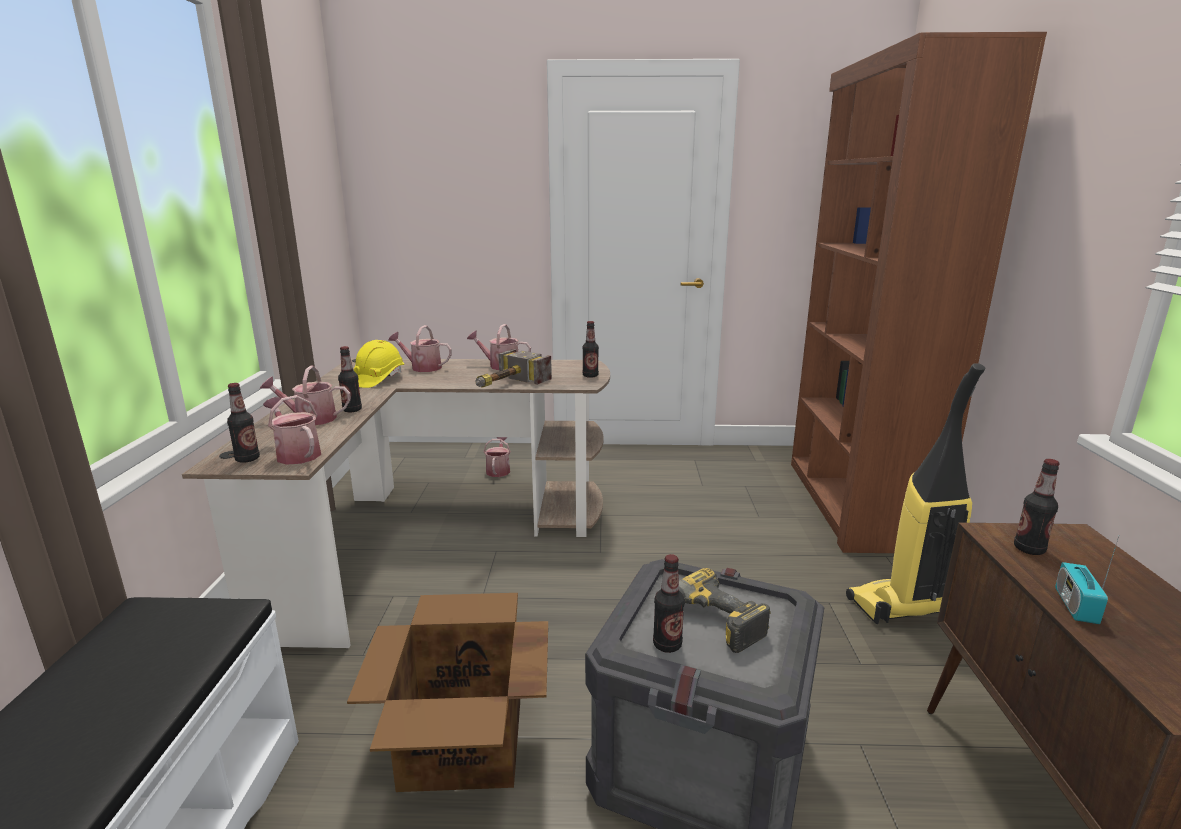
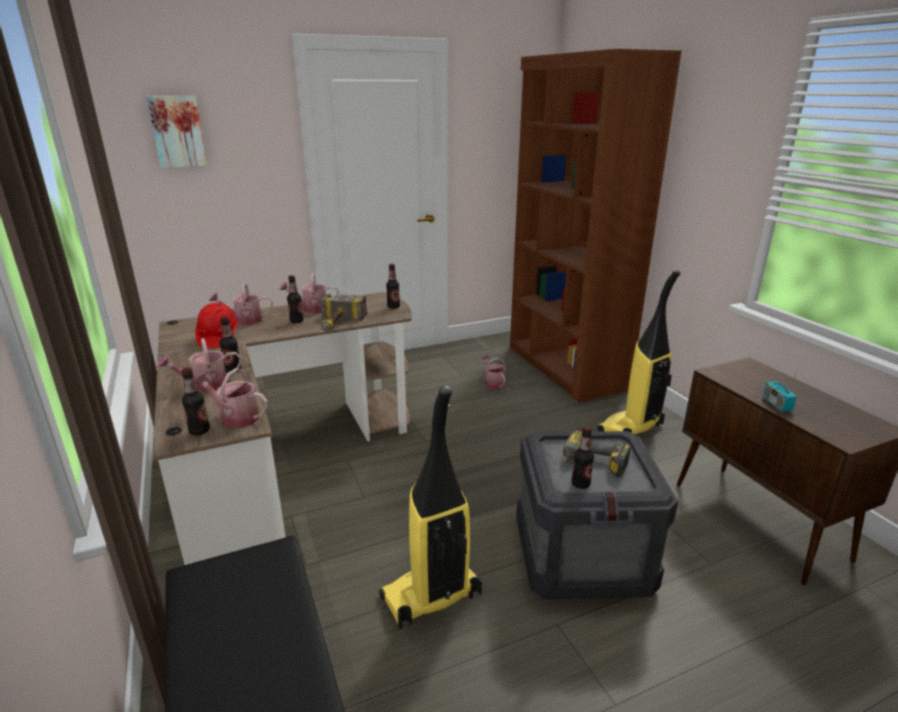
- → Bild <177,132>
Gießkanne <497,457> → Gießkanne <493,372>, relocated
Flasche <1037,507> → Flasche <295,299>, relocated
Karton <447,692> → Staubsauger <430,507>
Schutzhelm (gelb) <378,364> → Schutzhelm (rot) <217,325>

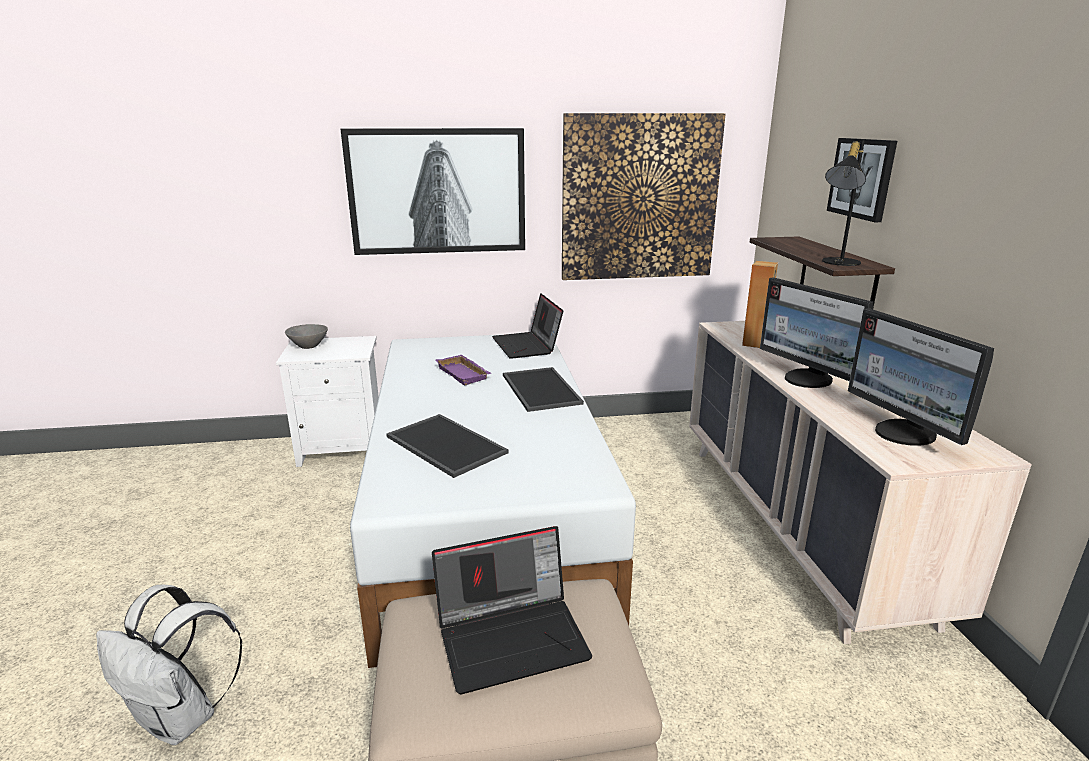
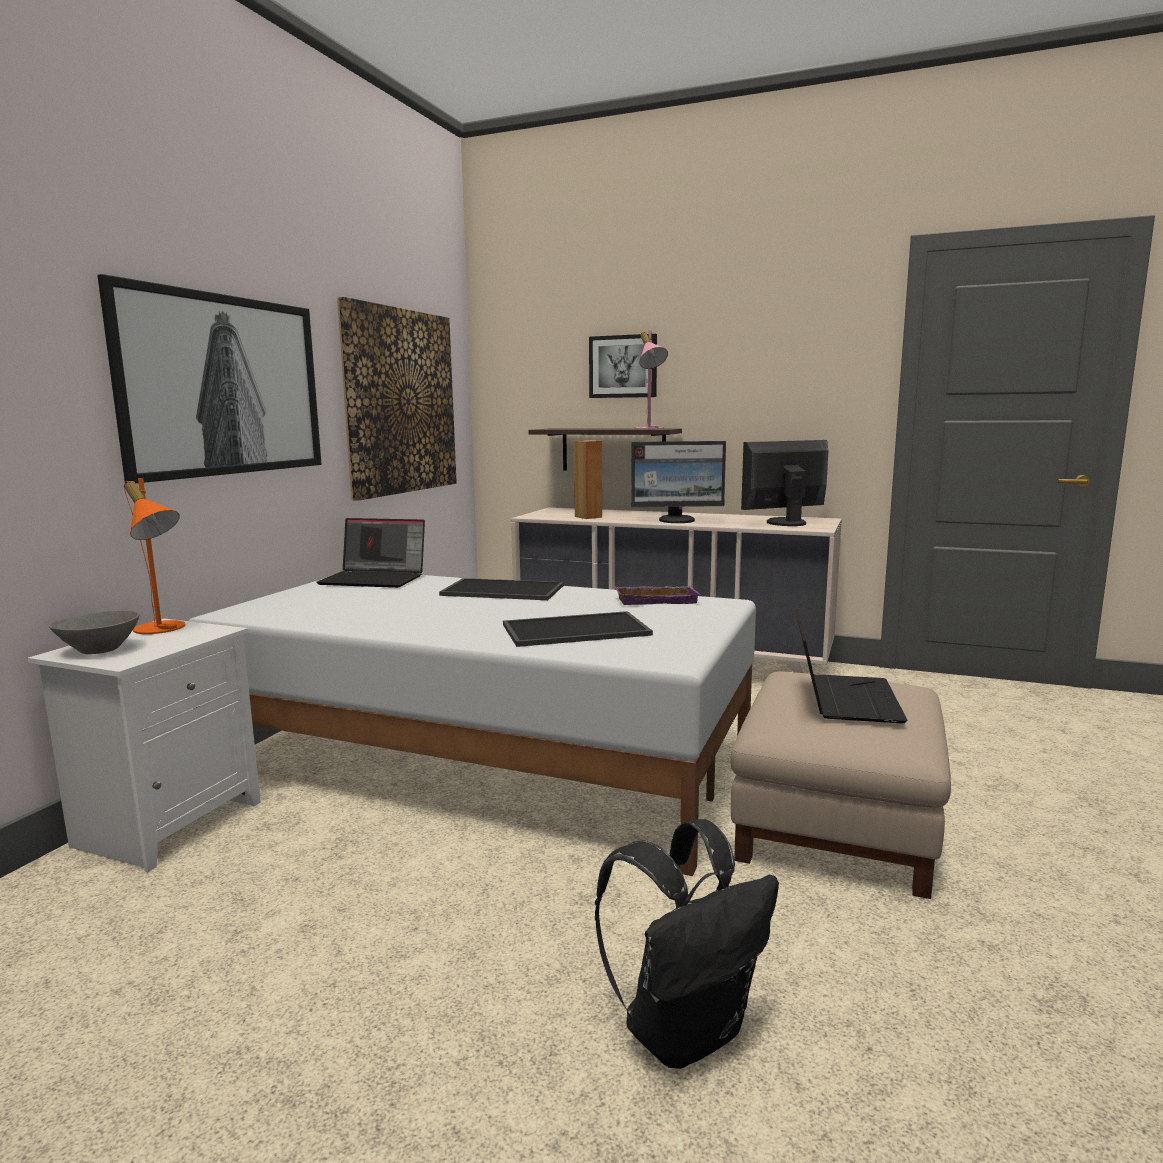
- → Tischlampe (orange) <155,556>
Tablett (lila) <464,370> → Tablett (lila) <657,595>, relocated
Rucksack (weiß) <169,665> → Rucksack (schwarz) <687,944>
Tischlampe (schwarz) <844,203> → Tischlampe (rosa) <651,379>
Monitor <921,377> → Monitor <784,483>, 150 degrees clockwise

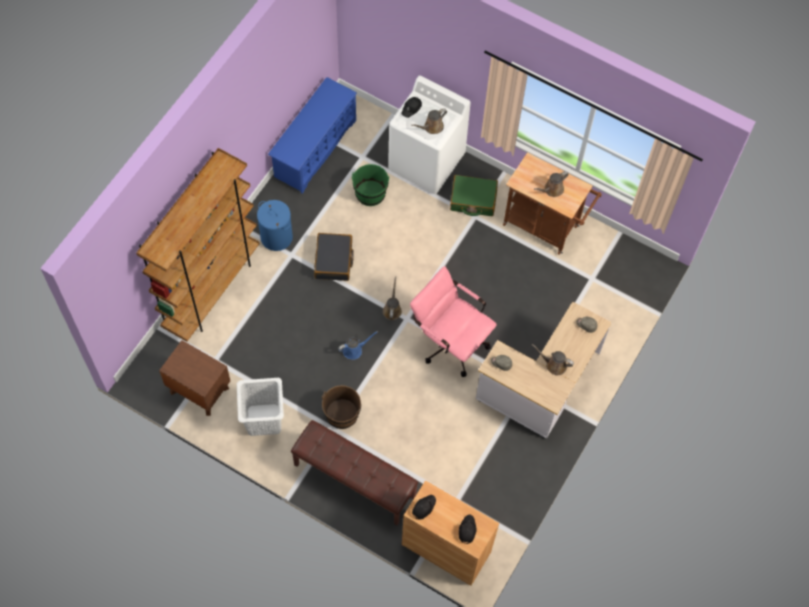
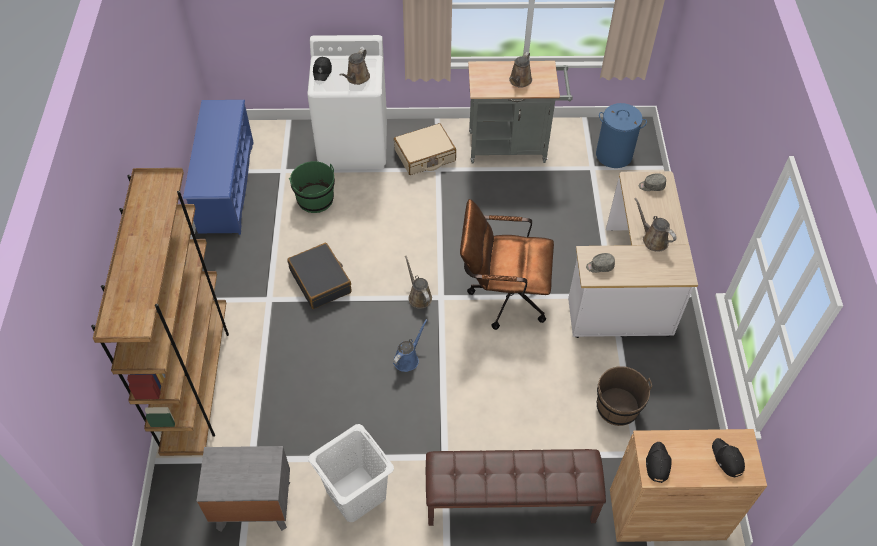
Wäschekorb (blau) <275,225> → Wäschekorb (blau) <621,135>, relocated
Eimer (braun) <341,407> → Eimer (braun) <624,396>, relocated
Nachttisch (braun) <194,378> → Nachttisch (grau) <244,489>
Bürostuhl (rosa) <453,321> → Bürostuhl (braun) <507,264>
Koffer (grün) <474,195> → Koffer (beige) <425,149>
Rollwagen (braun) <552,203> → Rollwagen (grau) <520,112>
Gießkanne (braun) <553,359> → Gießkanne (braun) <655,225>, 60 degrees clockwise

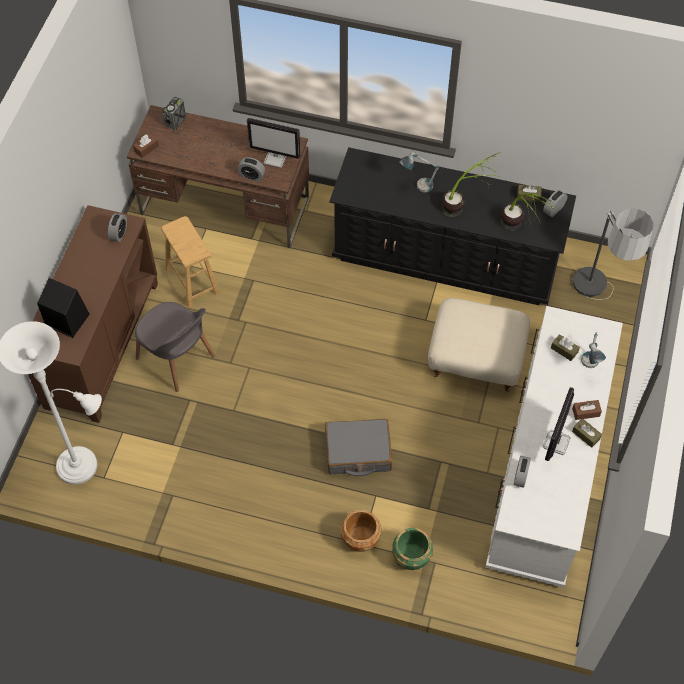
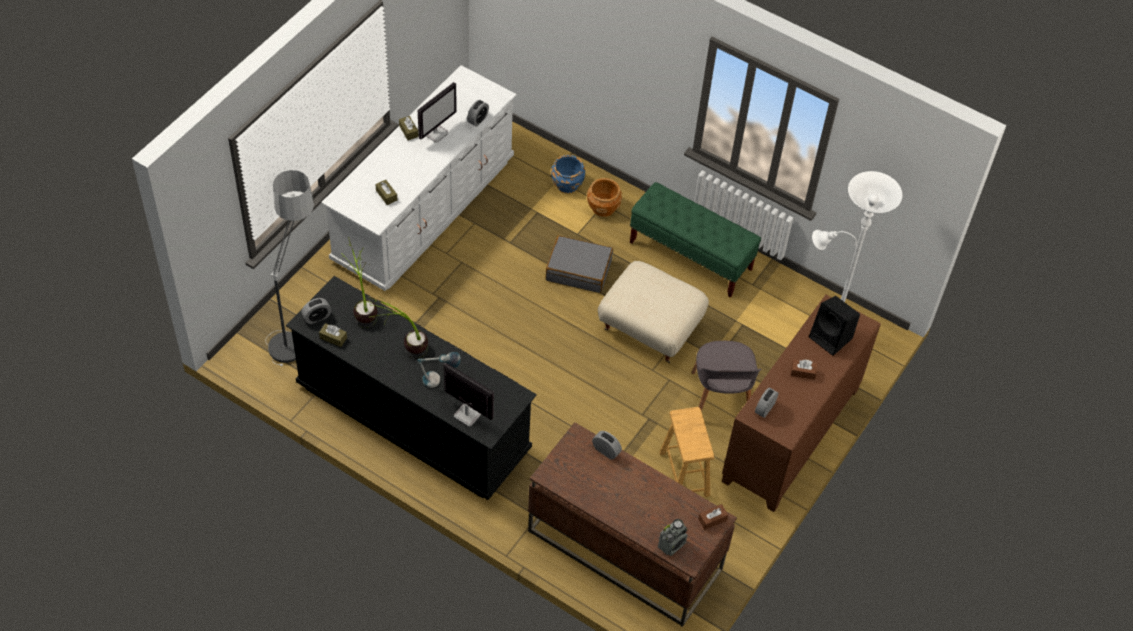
Tischlampe <593,350> → -
- → Bank (grün) <695,239>
Monitor <274,143> → Monitor <469,395>, relocated
Polsterhocker (beige) <479,345> → Polsterhocker (beige) <653,312>, relocated
Taschentuchbox (braun) <587,410> → Taschentuchbox (braun) <803,369>, relocated
Pflanzkübel (grün) <412,549> → Pflanzkübel (blau) <568,174>
Stuhl (grau) <175,347> → Stuhl (grau) <726,376>, 150 degrees counterclockwise

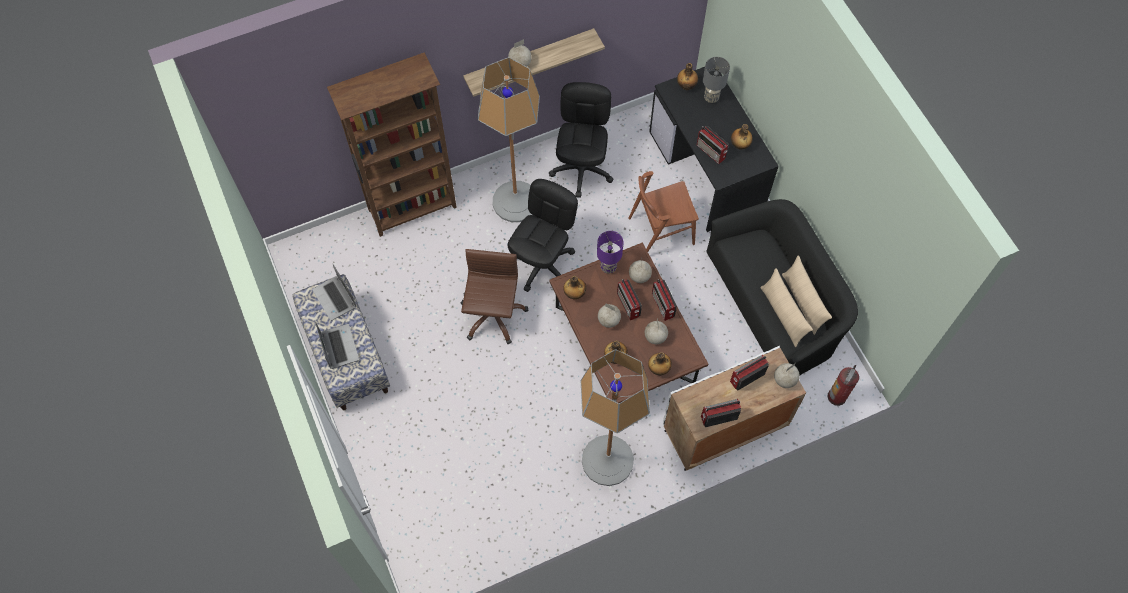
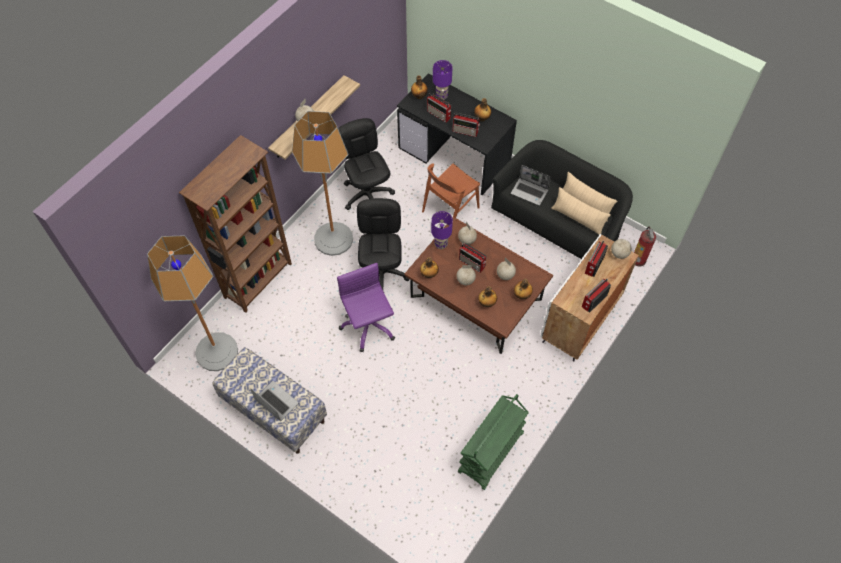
- → Rollwagen (grün) <493,442>
Laptop <334,292> → Laptop <531,185>, relocated
Stehlampe <615,417> → Stehlampe <192,303>, relocated
Radio <664,300> → Radio <439,107>, relocated
Bürostuhl (braun) <494,296> → Bürostuhl (lila) <366,307>
Tischlampe (grau) <716,80> → Tischlampe (lila) <442,80>

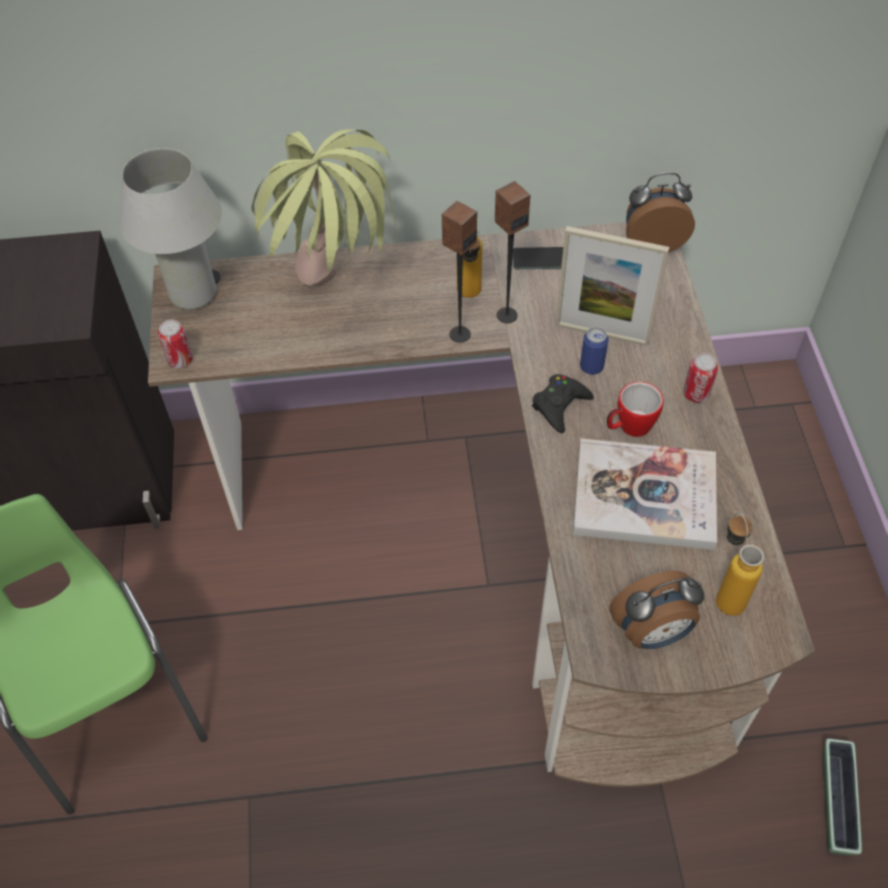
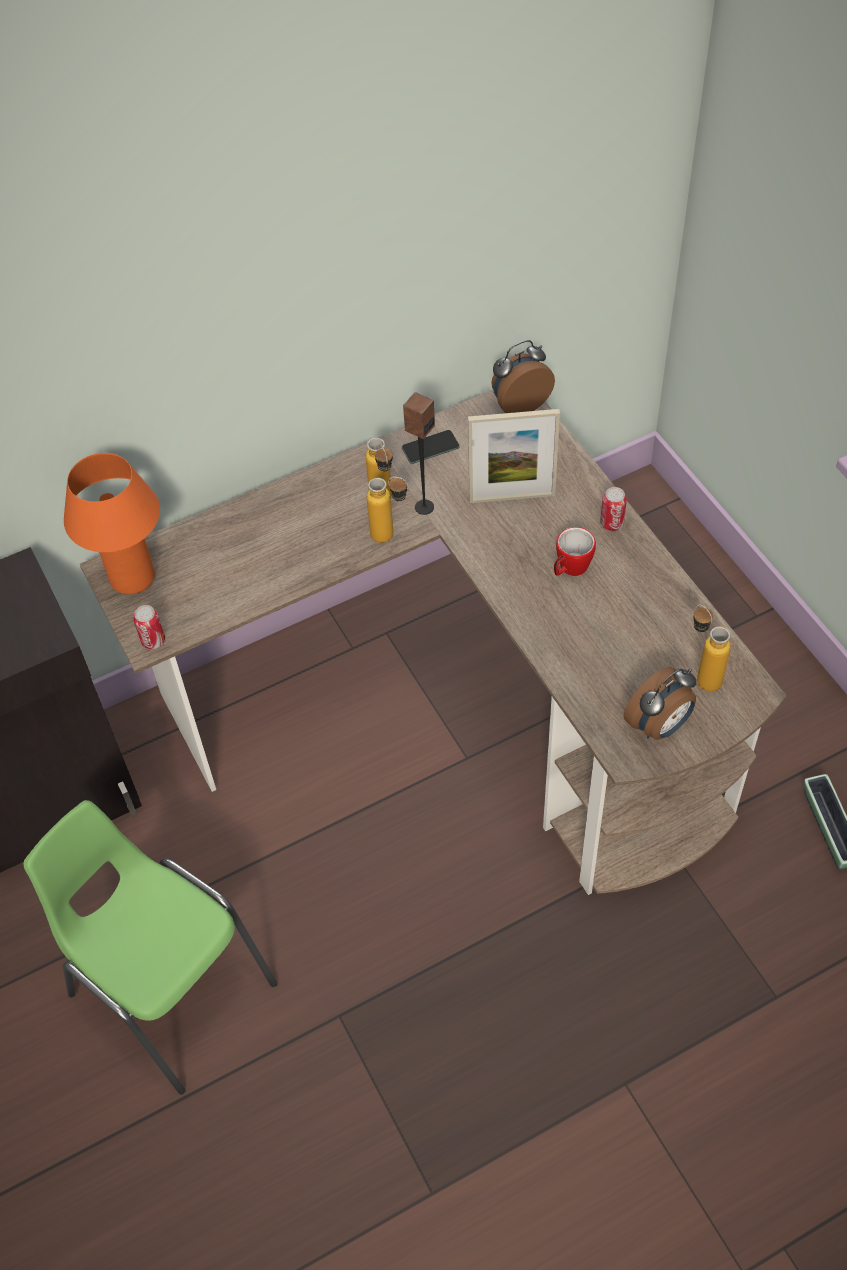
Topfpflanze <323,208> → -
Gamepad (schwarz) <563,403> → -
Buch <645,494> → -
Dose <594,351> → -
Lautsprecher <459,272> → Flasche <387,510>
Tischlampe (weiß) <170,229> → Tischlampe (orange) <112,524>

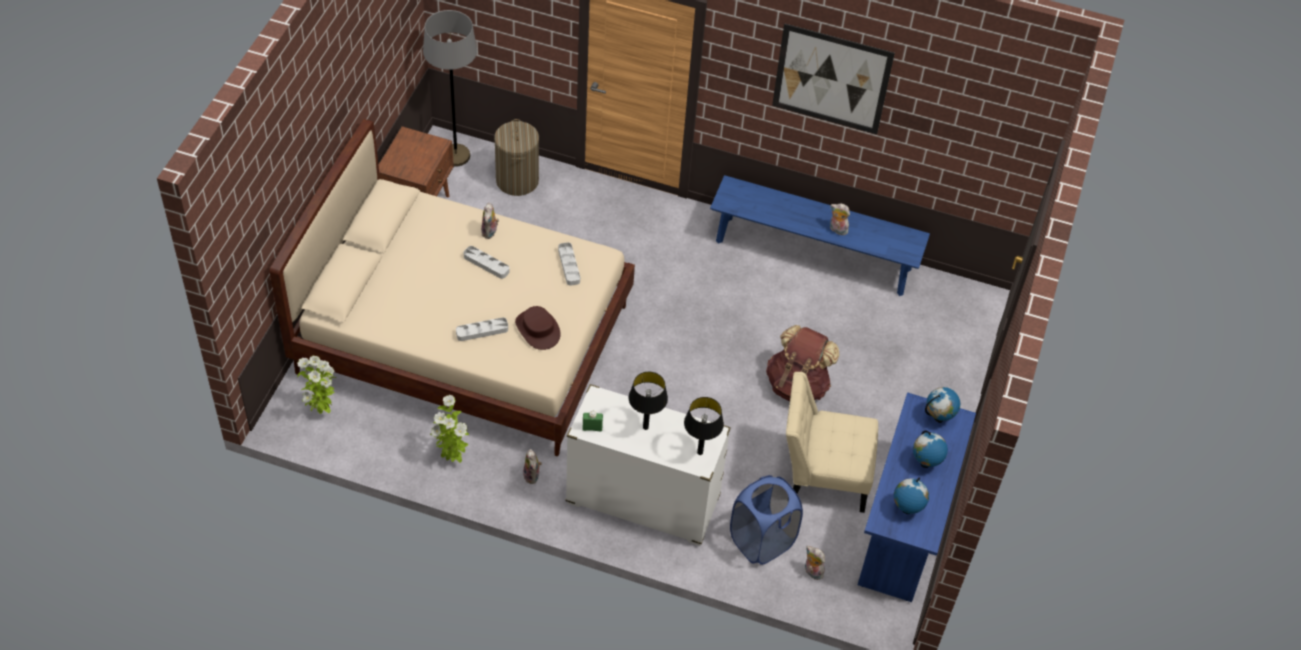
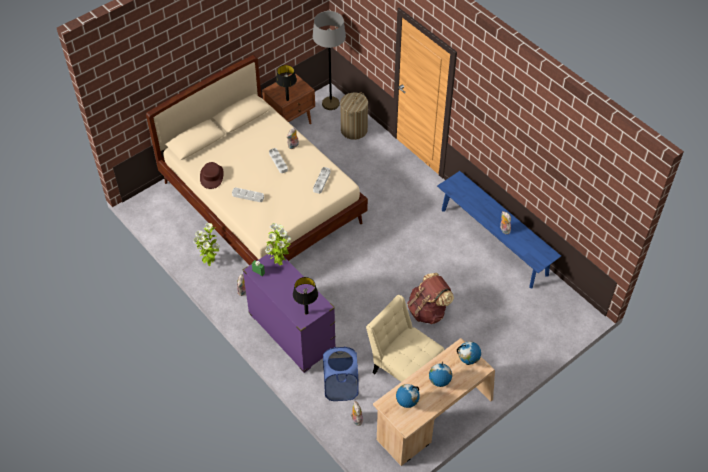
Bild <833,79> → -
Topfpflanze <316,385> → Topfpflanze <278,244>, relocated
Hut (braun) <538,328> → Hut (braun) <212,175>, relocated
Tischlampe (schwarz) <648,401> → Tischlampe (schwarz) <286,83>, relocated
Kommode (weiß) <648,465> → Kommode (lila) <289,313>
Schreibtisch (blau) <917,497> → Schreibtisch (beige) <434,402>

